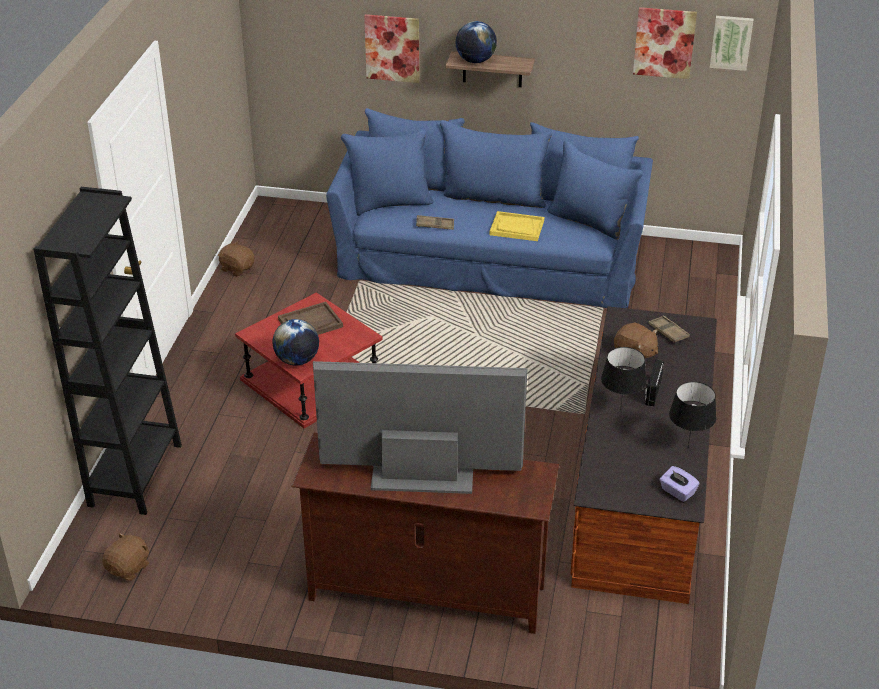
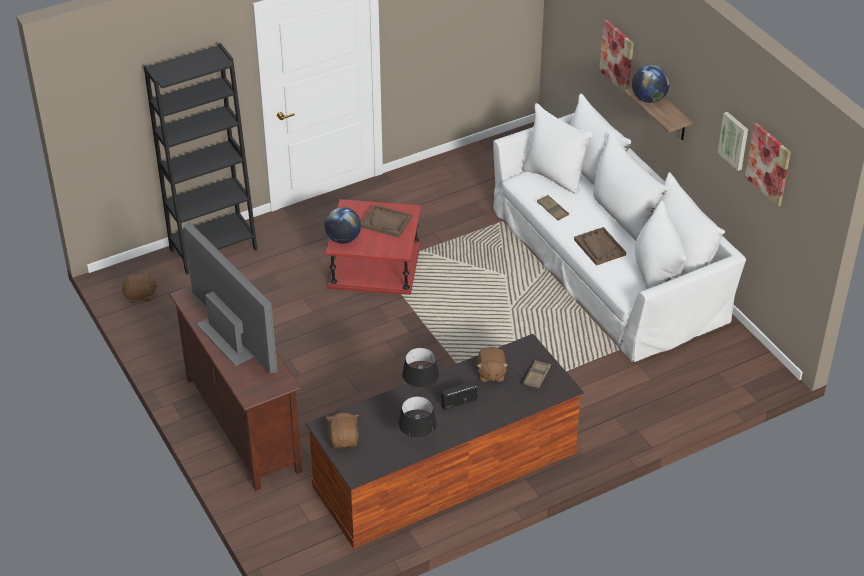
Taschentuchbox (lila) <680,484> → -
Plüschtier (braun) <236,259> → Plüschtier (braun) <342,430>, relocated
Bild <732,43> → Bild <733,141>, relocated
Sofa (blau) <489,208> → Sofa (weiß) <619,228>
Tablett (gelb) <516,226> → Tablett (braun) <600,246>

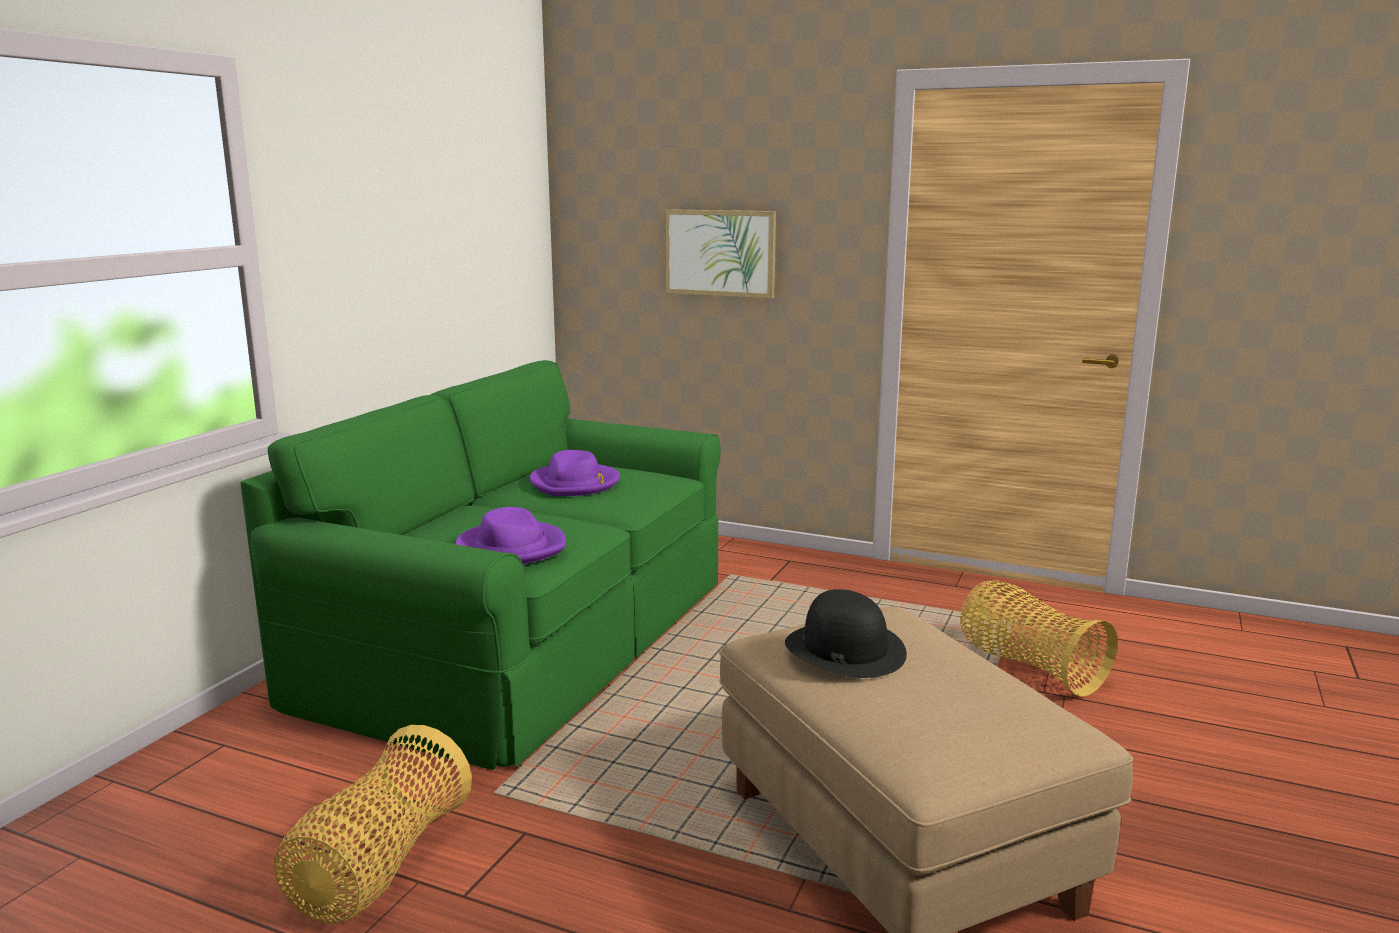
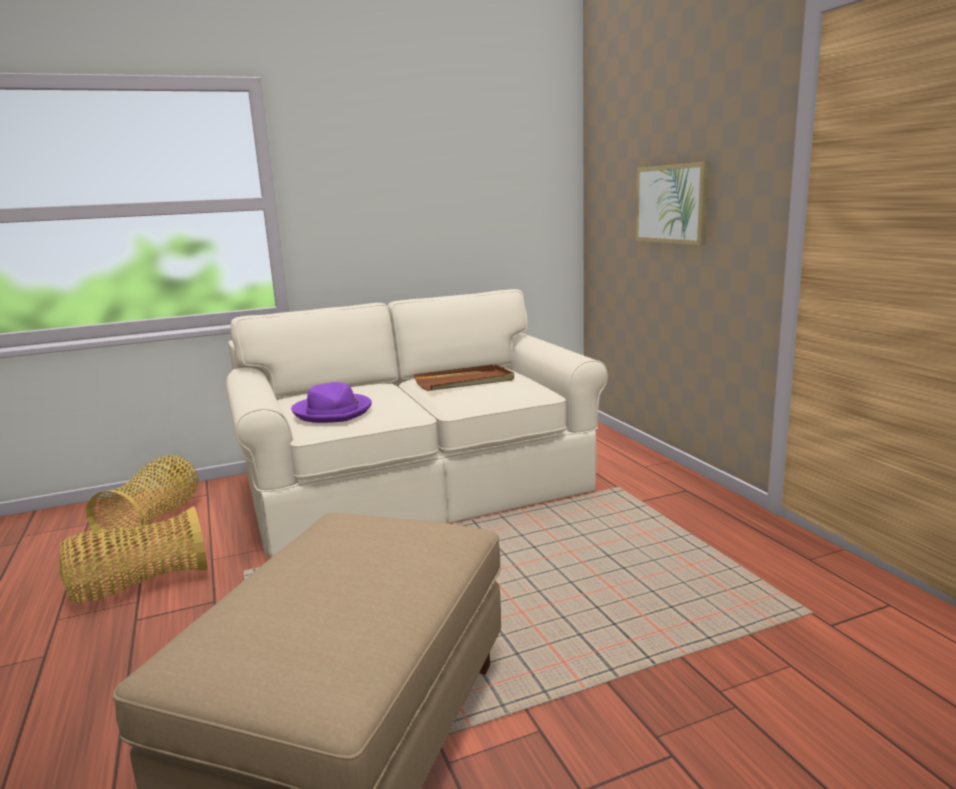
Hut (schwarz) <846,633> → -
Korb <1039,638> → Korb <142,501>, relocated
Hut (lila) <575,473> → Tablett (braun) <464,377>
Sofa (grün) <481,565> → Sofa (beige) <417,423>

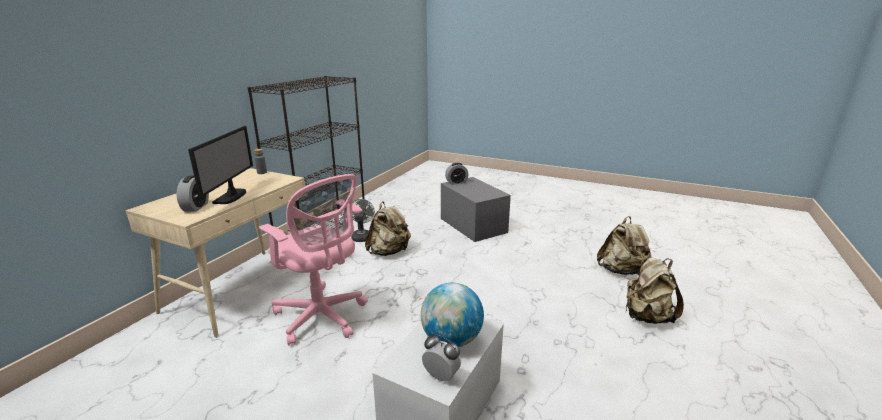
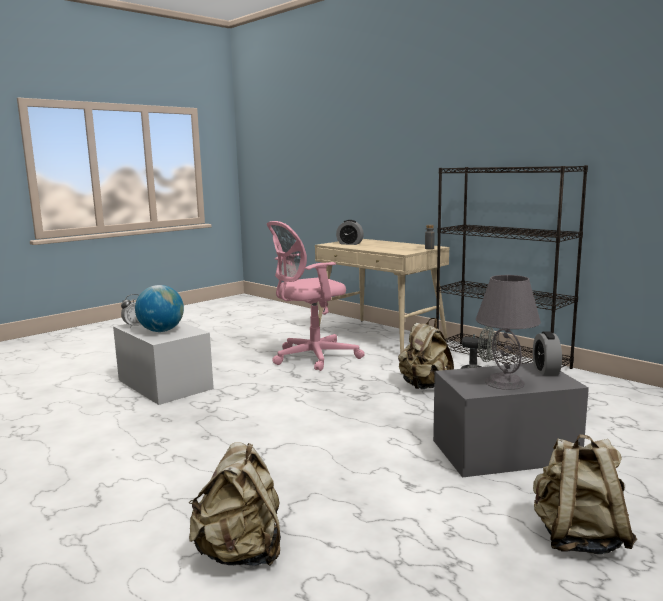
Monitor <220,165> → -
- → Tischlampe (grau) <508,332>
Rucksack (beige) <654,290> → Rucksack (beige) <585,494>, relocated

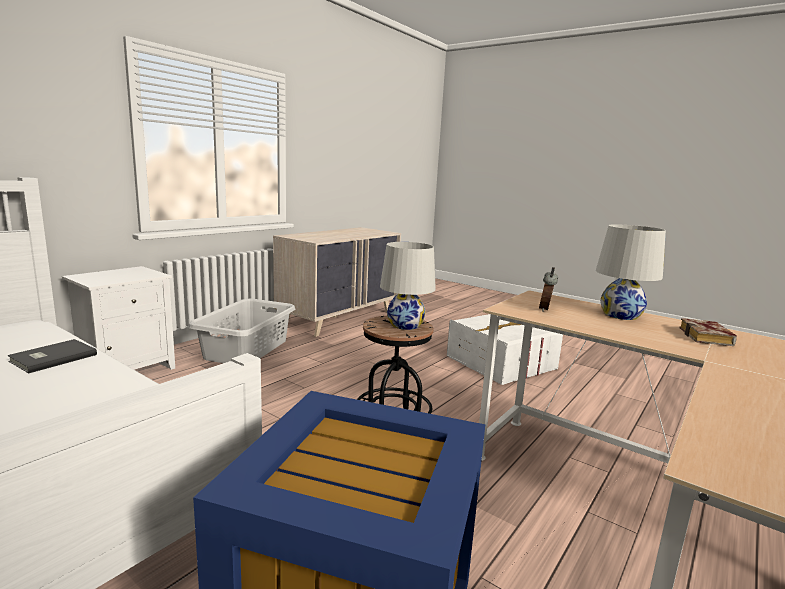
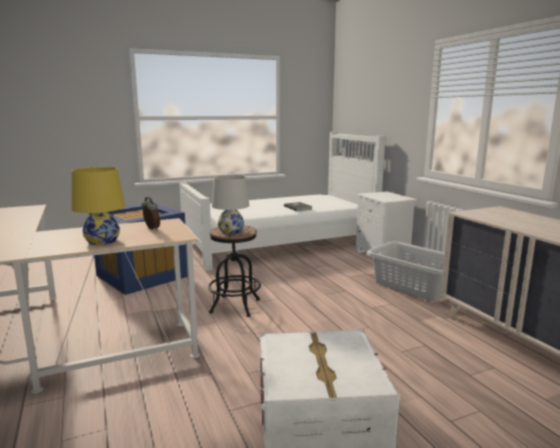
Buch <708,332> → -
Tischlampe (weiß) <631,272> → Tischlampe (gelb) <98,206>

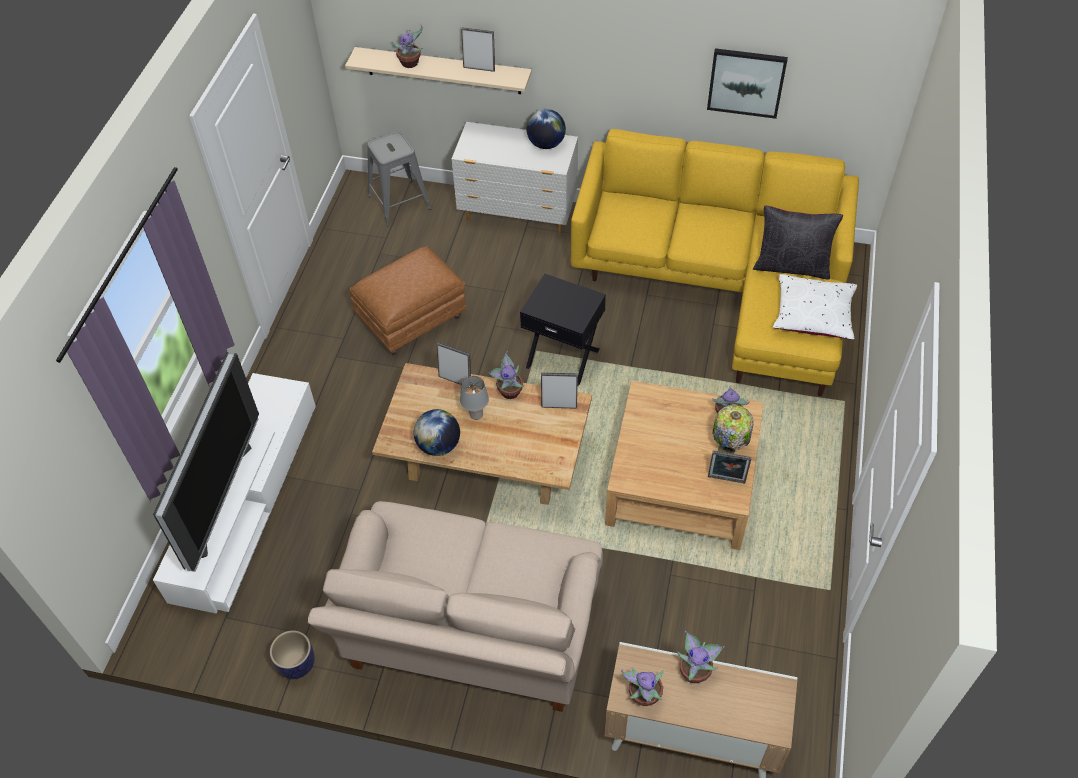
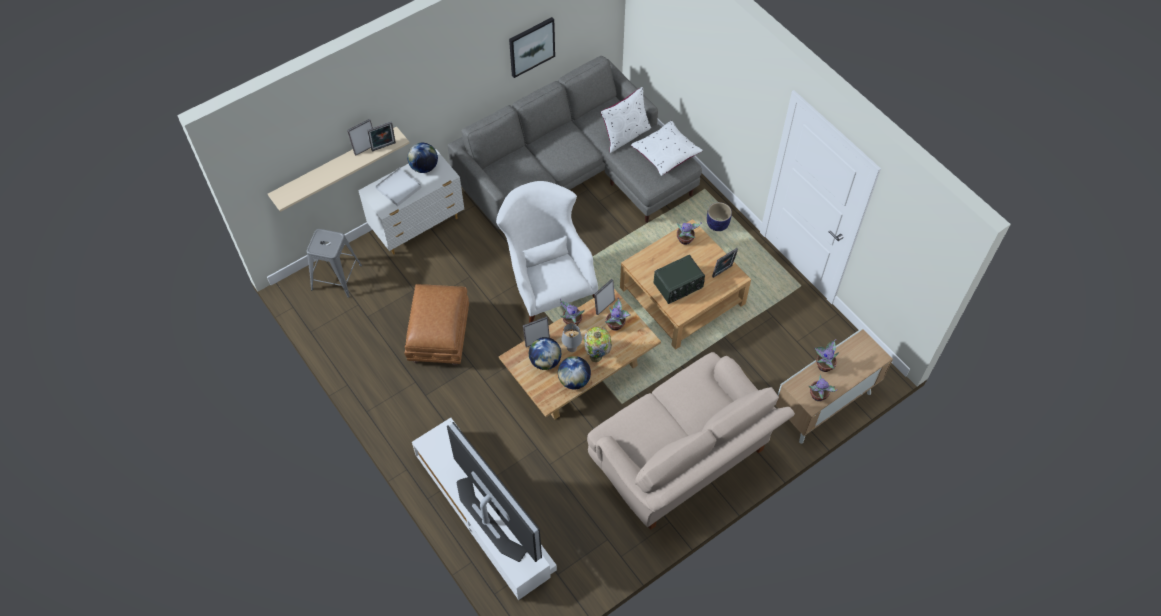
- → Bilderrahmen <381,137>
- → Tablett (weiß) <398,187>
- → Globus <545,353>
- → Radio <679,279>
Pflanzkübel <292,654> → Pflanzkübel <719,216>, relocated
Topfpflanze <407,46> → Topfpflanze <618,314>, relocated
Tischlampe <733,429> → Tischlampe <598,344>, relocated
Beistelltisch (schwarz) <563,330> → Sessel (weiß) <547,252>
Sofa (gelb) <715,262> → Sofa (grau) <574,143>
Kissen (schwarz) <798,243> → Kissen (weiß) <626,120>

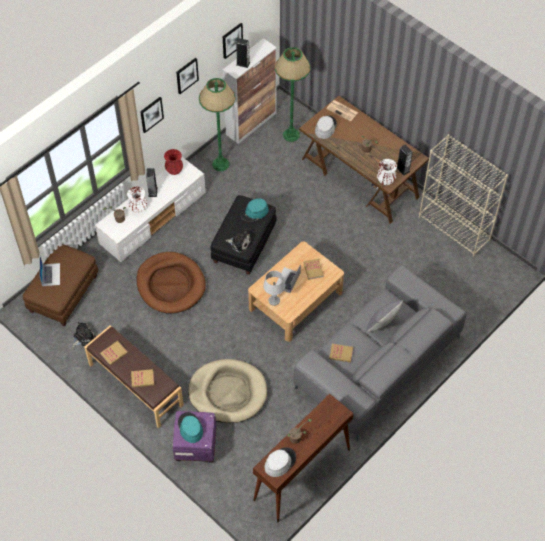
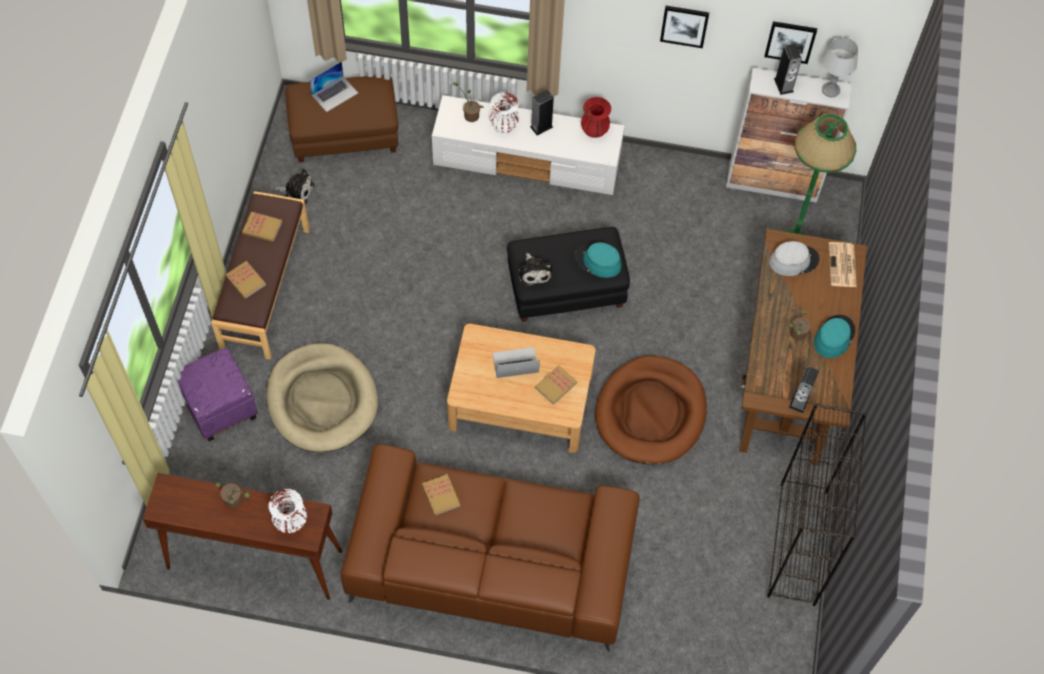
Bild <152,115> → -
Stehlampe (grün) <217,124> → -
Hut (grau) <280,462> → -
Kissen (grau) <384,316> → -
Hundebett (braun) <171,283> → Hundebett (braun) <651,410>, relocated
Hut (türkis) <190,427> → Hut (türkis) <834,336>, relocated
Tischlampe (grau) <274,288> → Tischlampe (grau) <840,67>, relocated
Vase (weiß) <387,172> → Vase (weiß) <287,511>, relocated
Sofa (grau) <380,353> → Sofa (braun) <490,548>
Bücherregal (beige) <463,195> → Bücherregal (schwarz) <817,504>

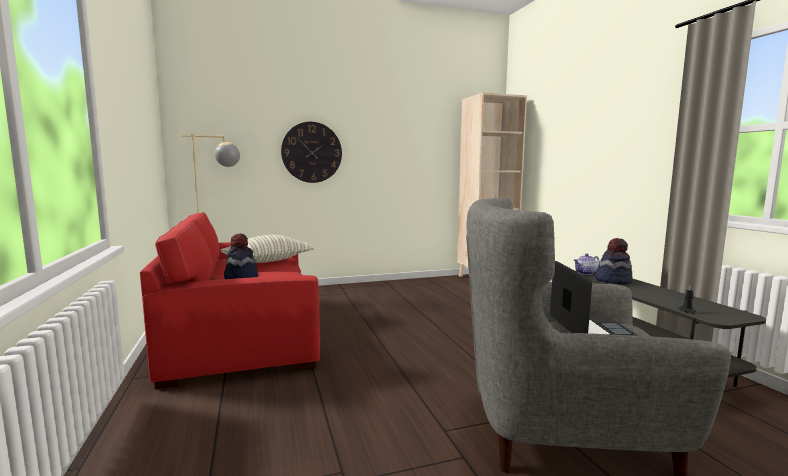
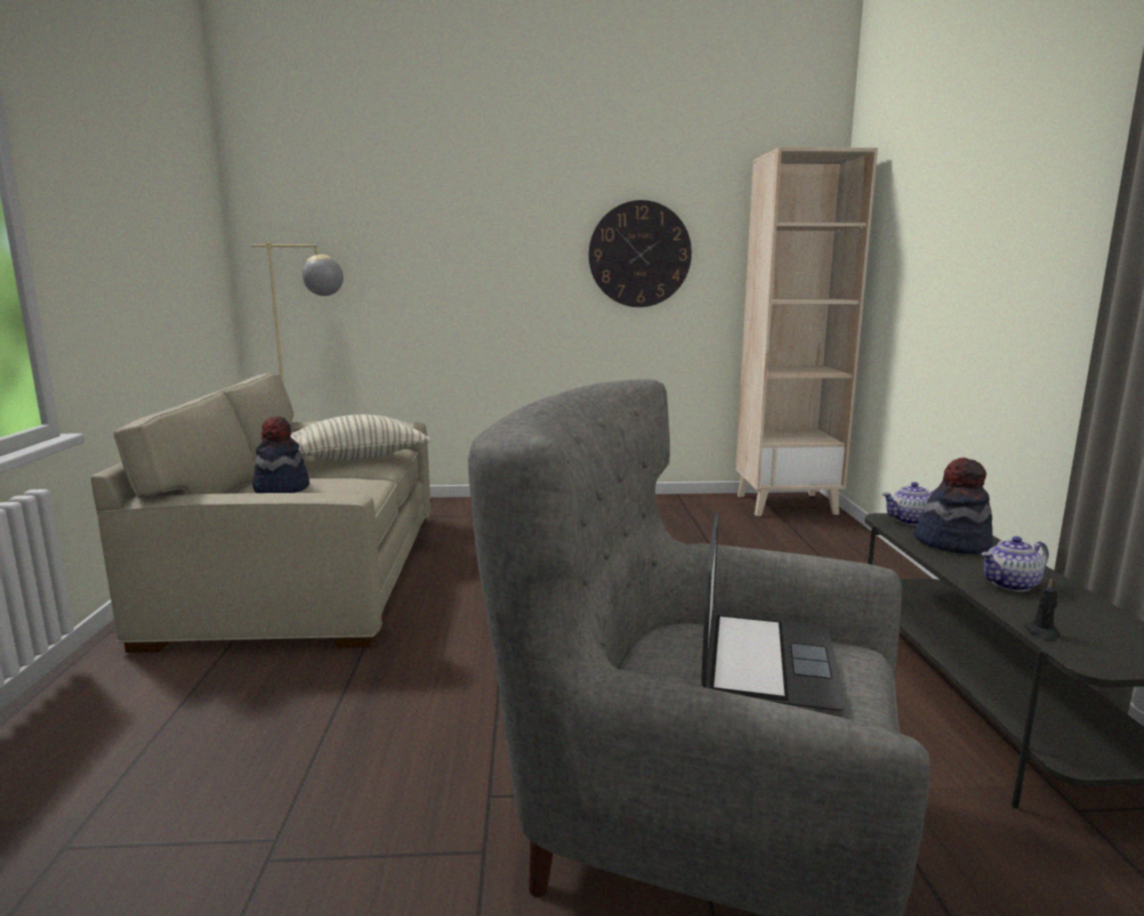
- → Teekanne <1015,564>
Wanduhr <311,152> → Wanduhr <640,253>, relocated
Sofa (rot) <230,300> → Sofa (beige) <260,512>

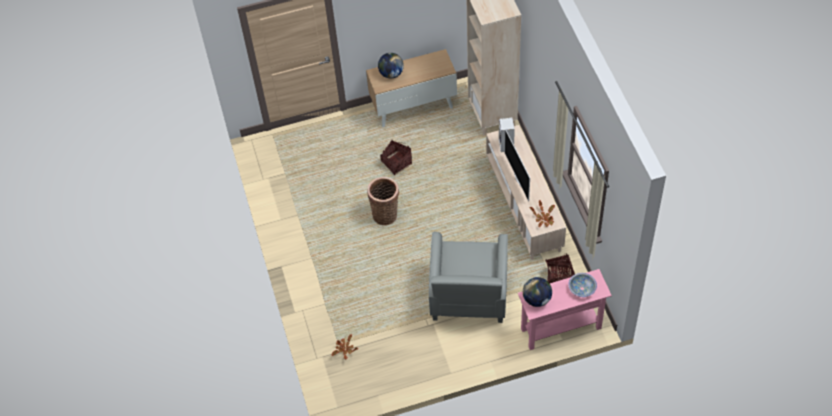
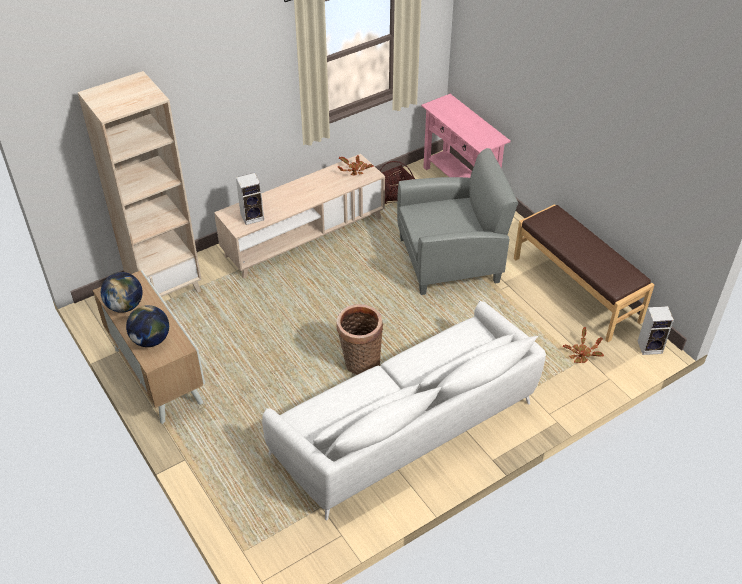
Korb <396,157> → -
Fernseher <517,165> → -
Schüssel <582,285> → -
- → Sofa (weiß) <404,410>
- → Bank (braun) <584,273>
- → Lautsprecher <656,330>
Globus <537,292> → Globus <122,292>, relocated

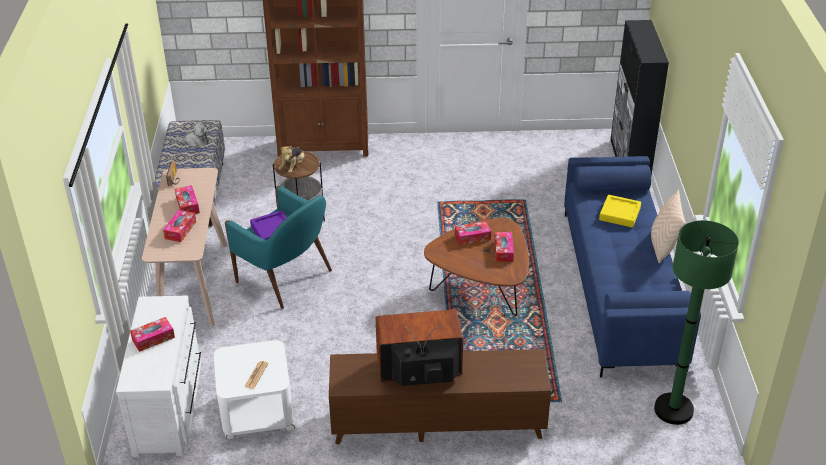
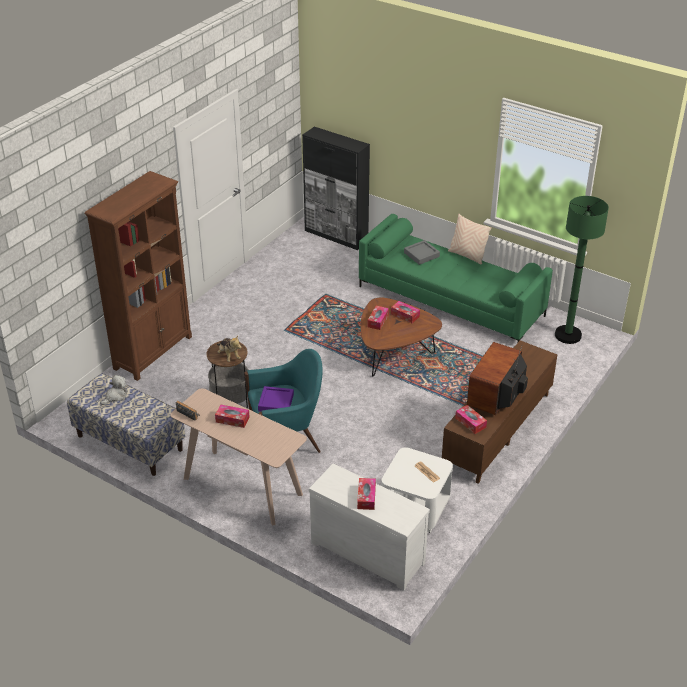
Taschentuchbox <179,226> → Taschentuchbox <471,419>, relocated
Sofa (blau) <632,266> → Sofa (grün) <456,278>
Tablett (gelb) <620,211> → Tablett (grau) <422,252>

